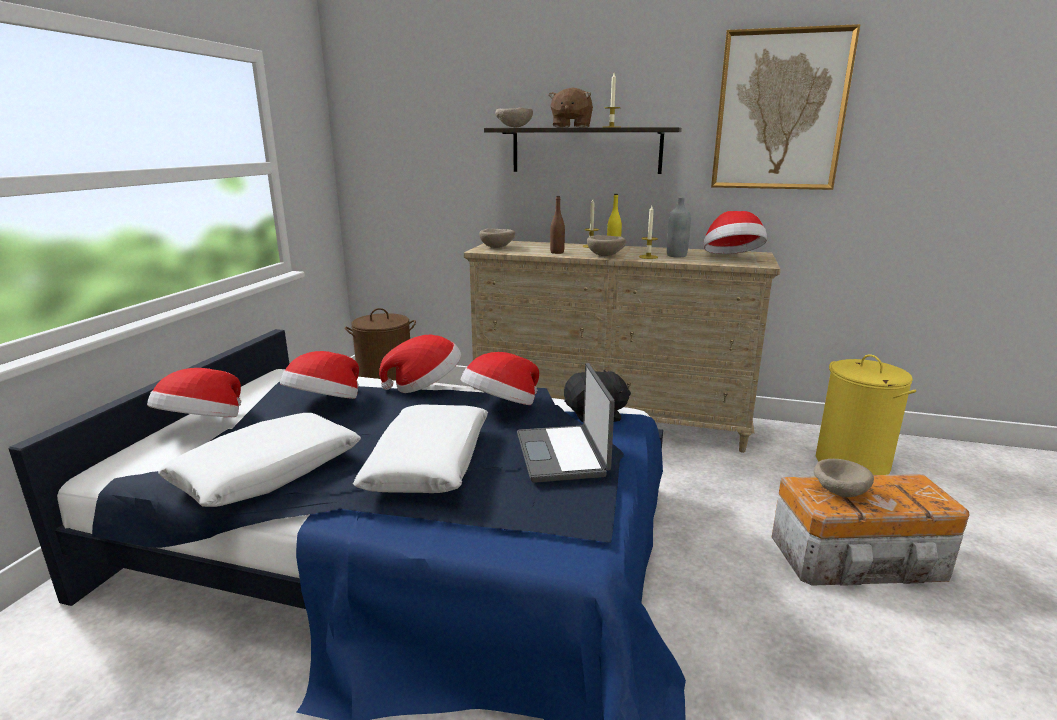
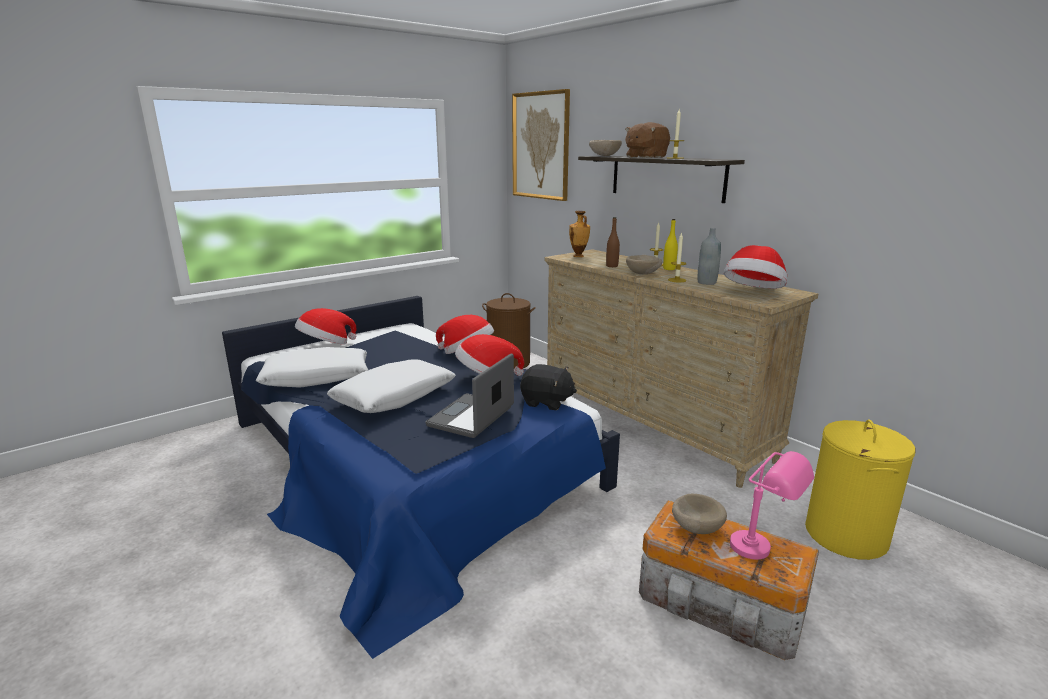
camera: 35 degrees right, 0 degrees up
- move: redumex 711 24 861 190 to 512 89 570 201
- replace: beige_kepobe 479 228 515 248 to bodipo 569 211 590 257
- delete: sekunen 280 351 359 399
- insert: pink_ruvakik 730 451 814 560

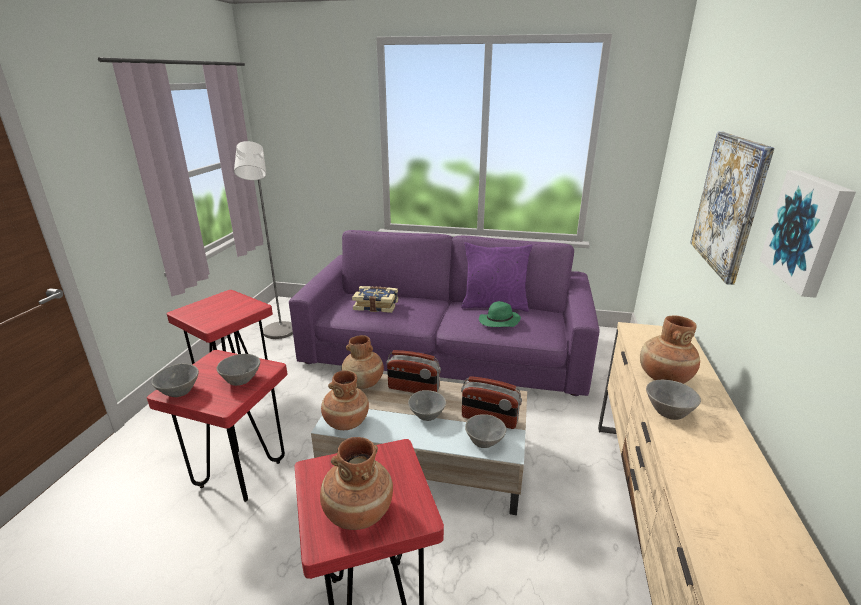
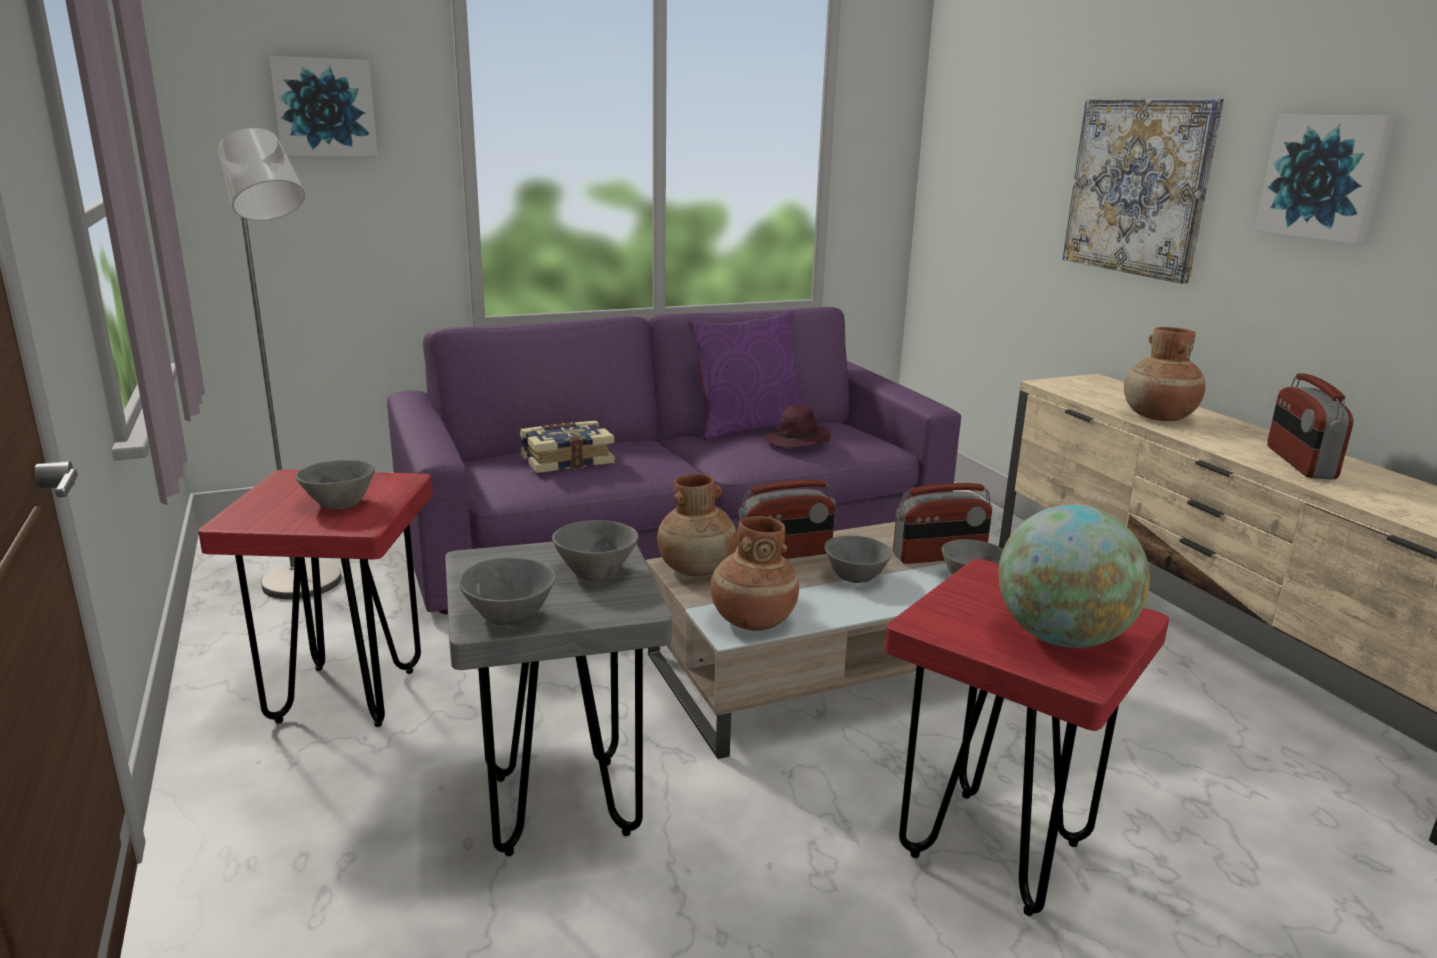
camera: 35 degrees left, 5 degrees down
- recolor: green_sekunen 479 301 521 327 to purple_sekunen 763 405 831 447
- recolor: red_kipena 147 350 287 502 to grey_kipena 445 542 672 856
- move: grey_kepobe 646 380 701 420 to 296 460 375 509
- replace: brown_bodipo 320 437 393 530 to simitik 998 505 1150 648
- insert: redumex 269 56 378 156
- insert: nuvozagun 1267 373 1353 479

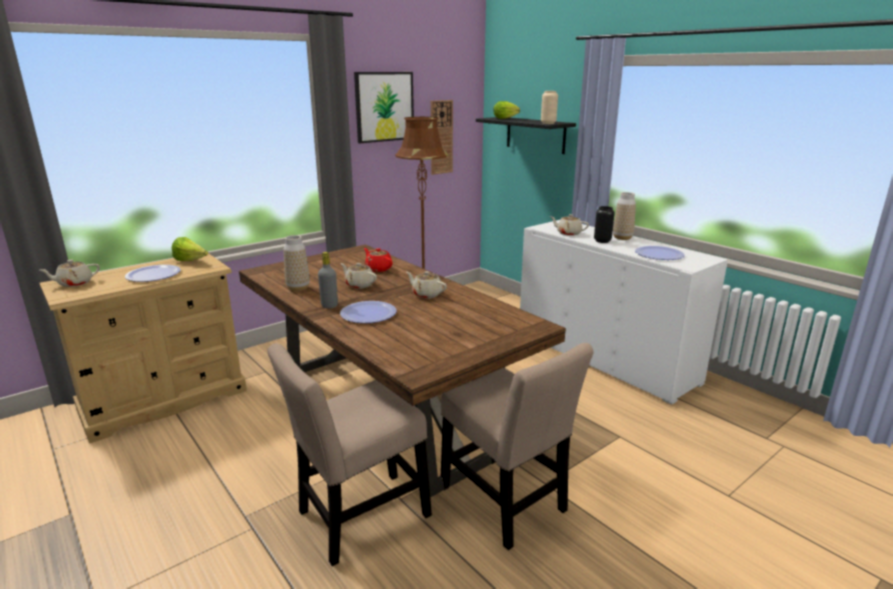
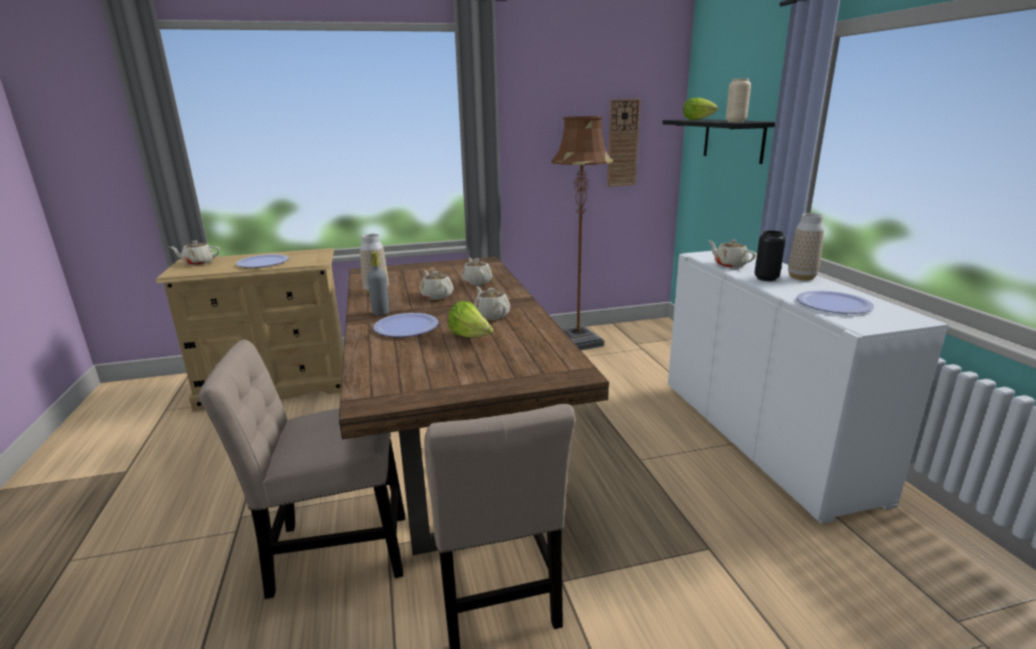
camera: 25 degrees right, 0 degrees up
- delete: redumex 354 72 414 143
- move: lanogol 172 237 208 261 to 448 301 494 338
- recolor: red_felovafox 364 248 393 272 to beige_felovafox 462 258 493 285

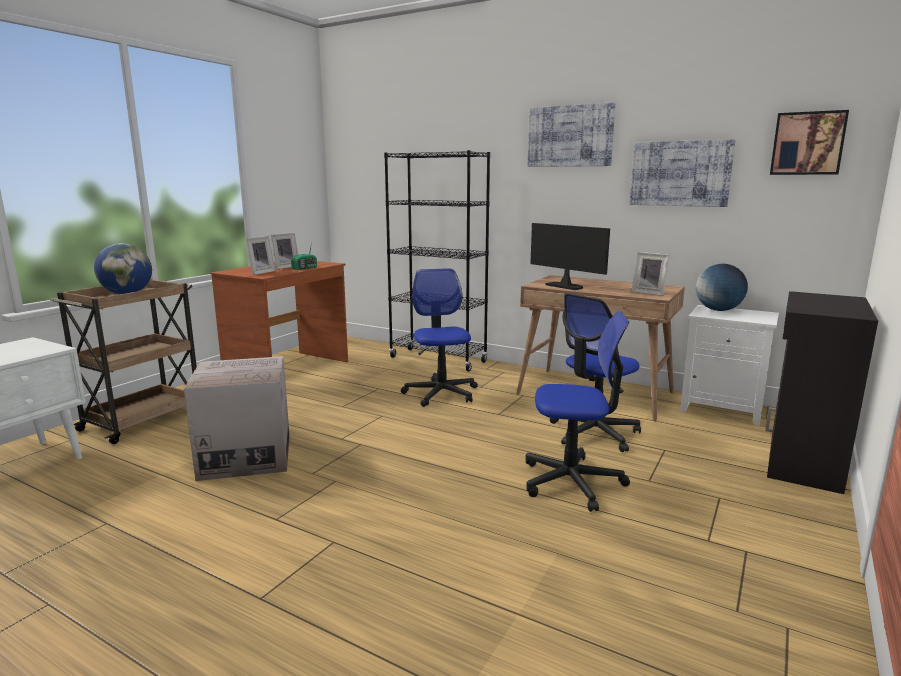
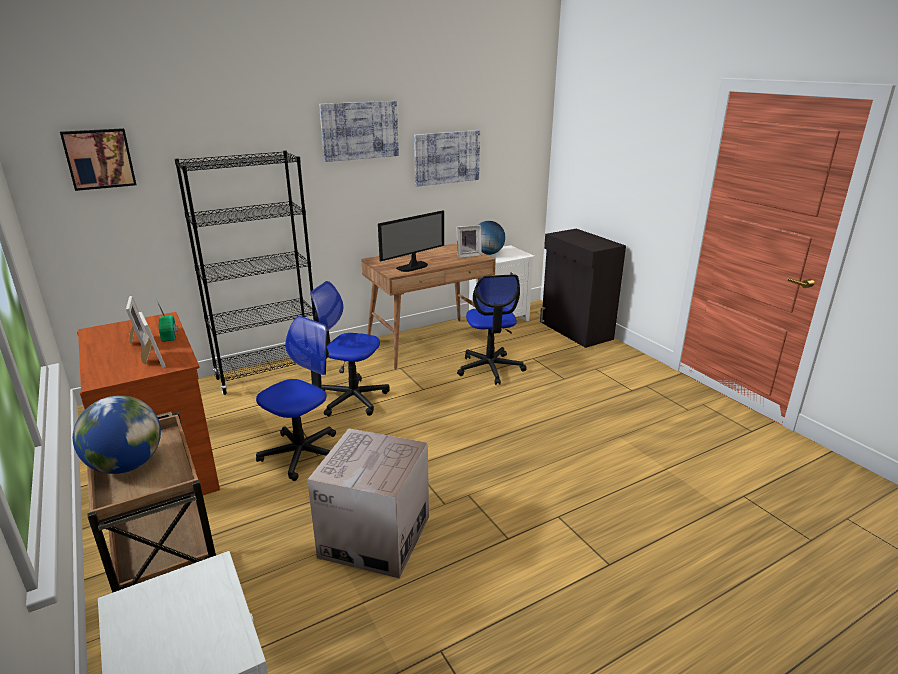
camera: 60 degrees left, 10 degrees up
- move: redumex 770 110 849 175 to 60 128 136 191
- rotate: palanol 530 223 610 290 = 378 210 444 272 150 degrees clockwise
- move: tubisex 525 311 630 512 to 256 316 336 481

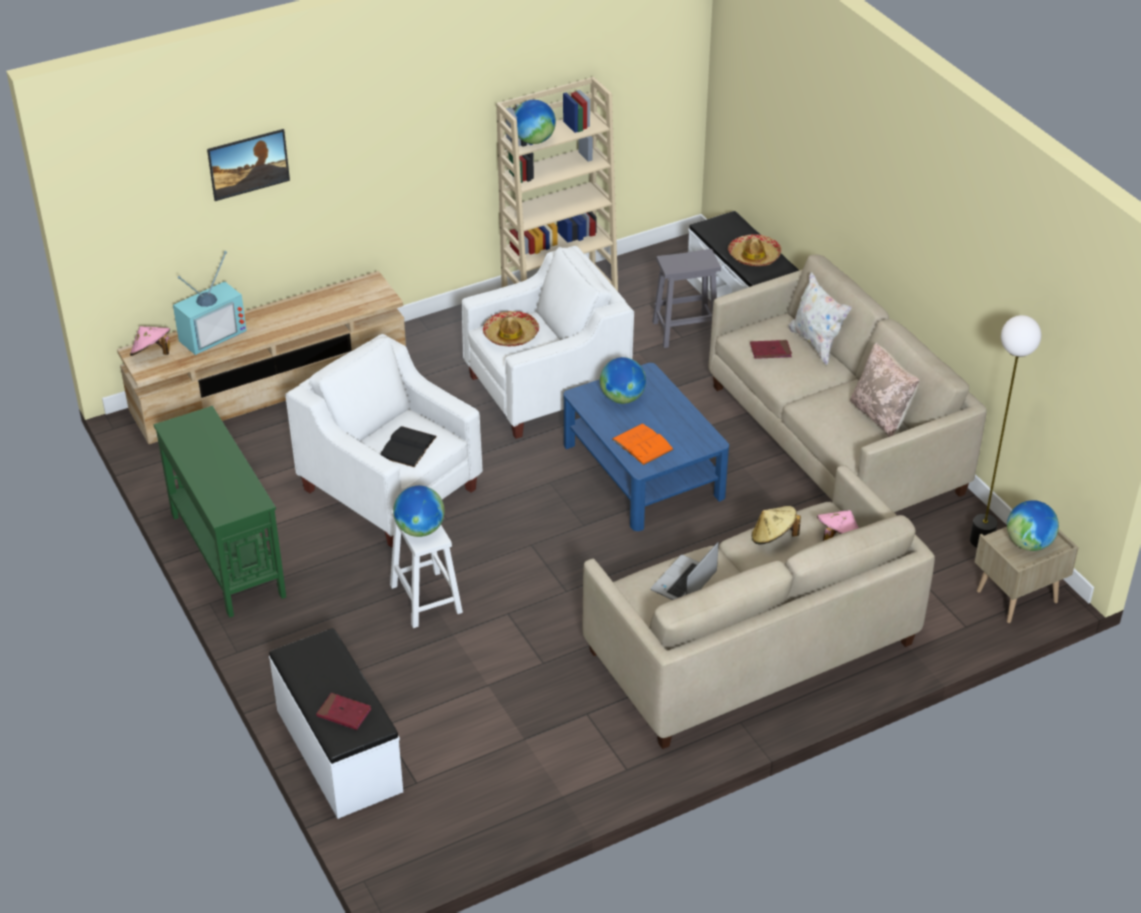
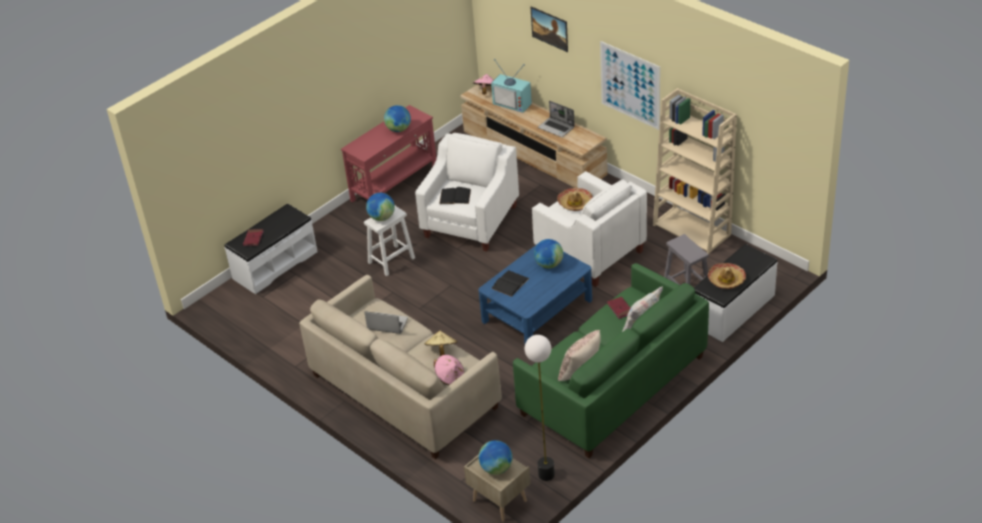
camera: 75 degrees right, 0 degrees up
- move: simitik 515 100 556 144 to 384 105 411 132
- recolor: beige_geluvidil 709 255 987 512 to green_geluvidil 513 263 709 458
- recolor: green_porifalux 154 406 286 618 to red_porifalux 341 105 437 203
- recolor: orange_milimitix 612 423 674 465 to black_milimitix 491 270 529 297
- insert: redumex 600 41 660 130
- insert: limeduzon 538 101 575 137

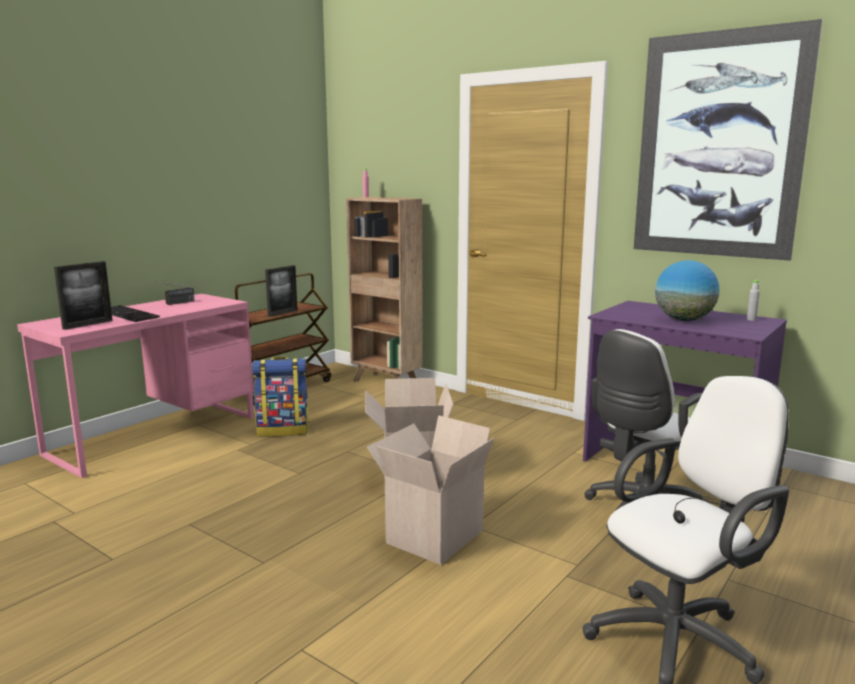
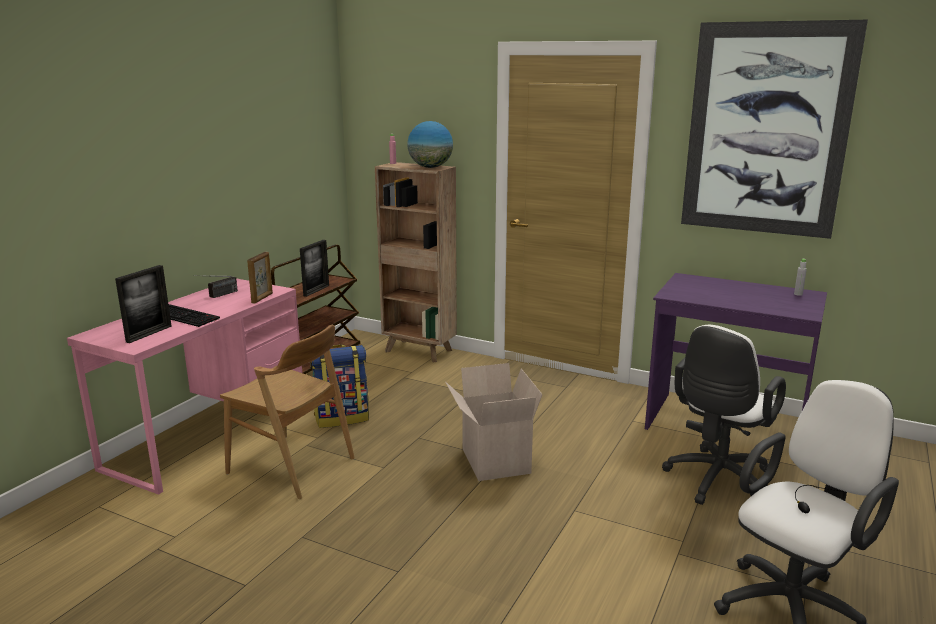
camera: 10 degrees left, 5 degrees up
- move: simitik 655 260 720 321 to 407 121 453 168
- delete: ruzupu 367 415 494 565
- insert: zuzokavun 247 252 273 304
- insert: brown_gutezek 220 325 354 499

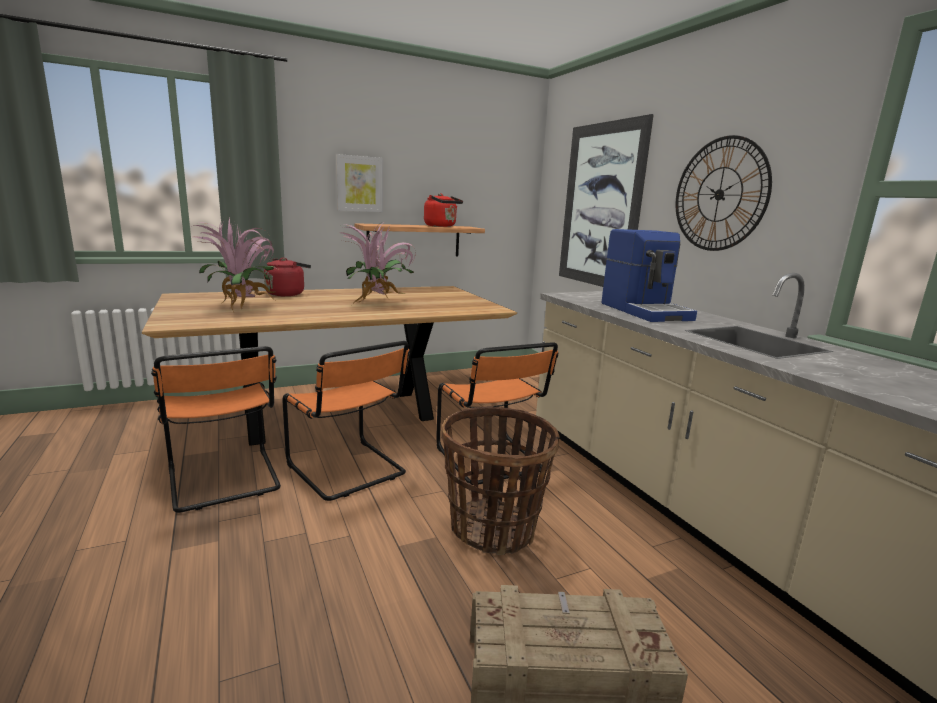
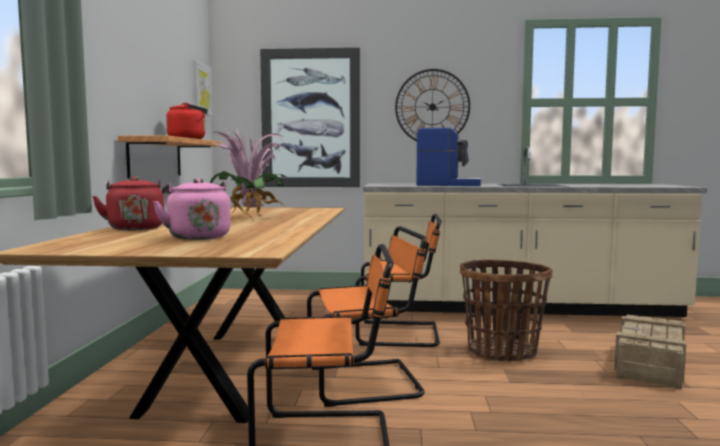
camera: 60 degrees left, 10 degrees down
- move: redumex 336 154 383 212 to 193 61 212 116
- replace: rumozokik 193 218 276 312 to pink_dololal 153 178 231 240

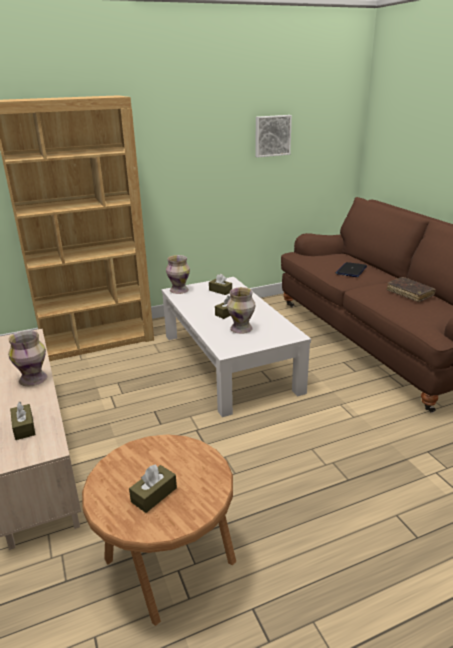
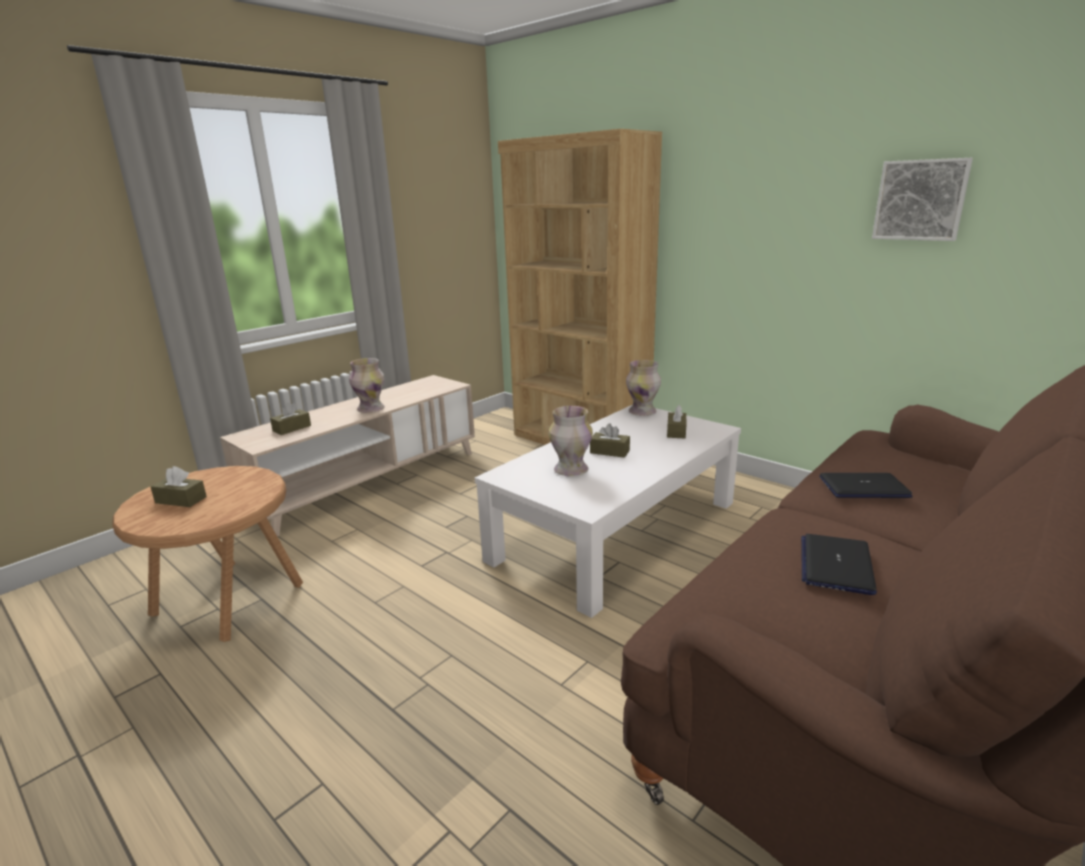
camera: 65 degrees right, 5 degrees down
- replace: brown_milimitix 386 277 436 302 to limeduzon 801 534 877 595

